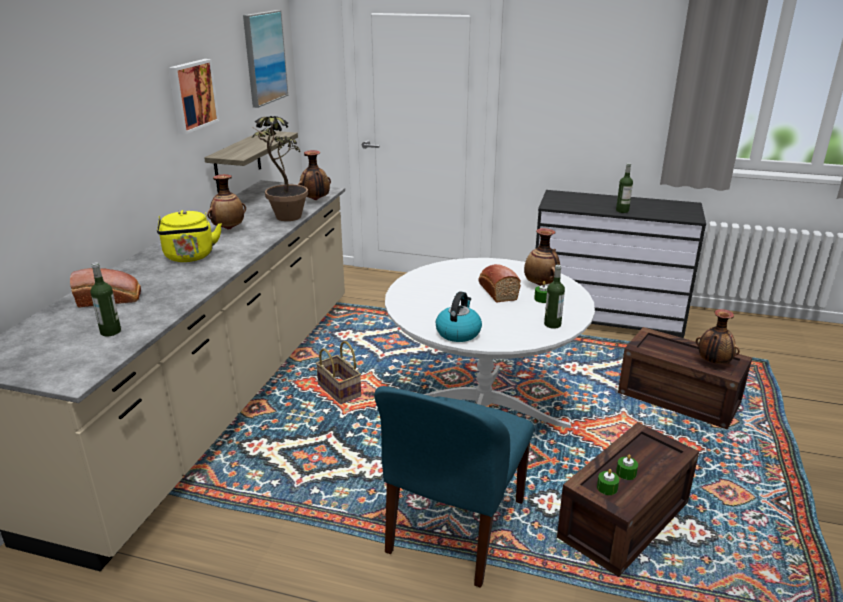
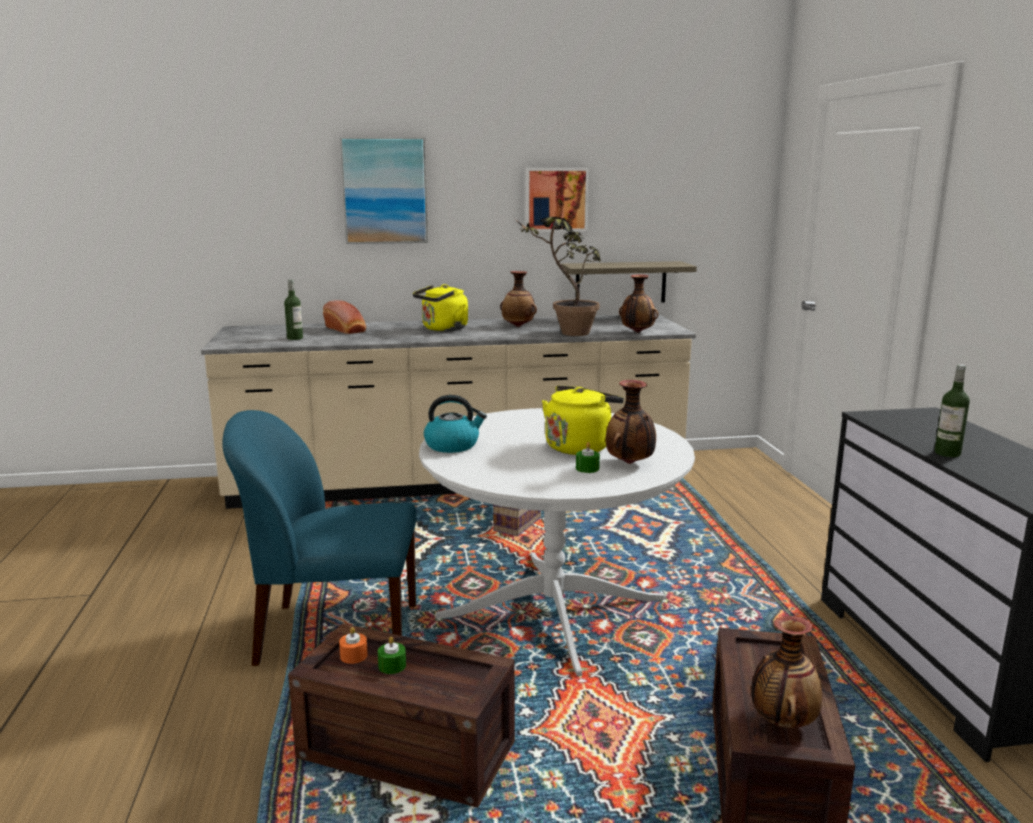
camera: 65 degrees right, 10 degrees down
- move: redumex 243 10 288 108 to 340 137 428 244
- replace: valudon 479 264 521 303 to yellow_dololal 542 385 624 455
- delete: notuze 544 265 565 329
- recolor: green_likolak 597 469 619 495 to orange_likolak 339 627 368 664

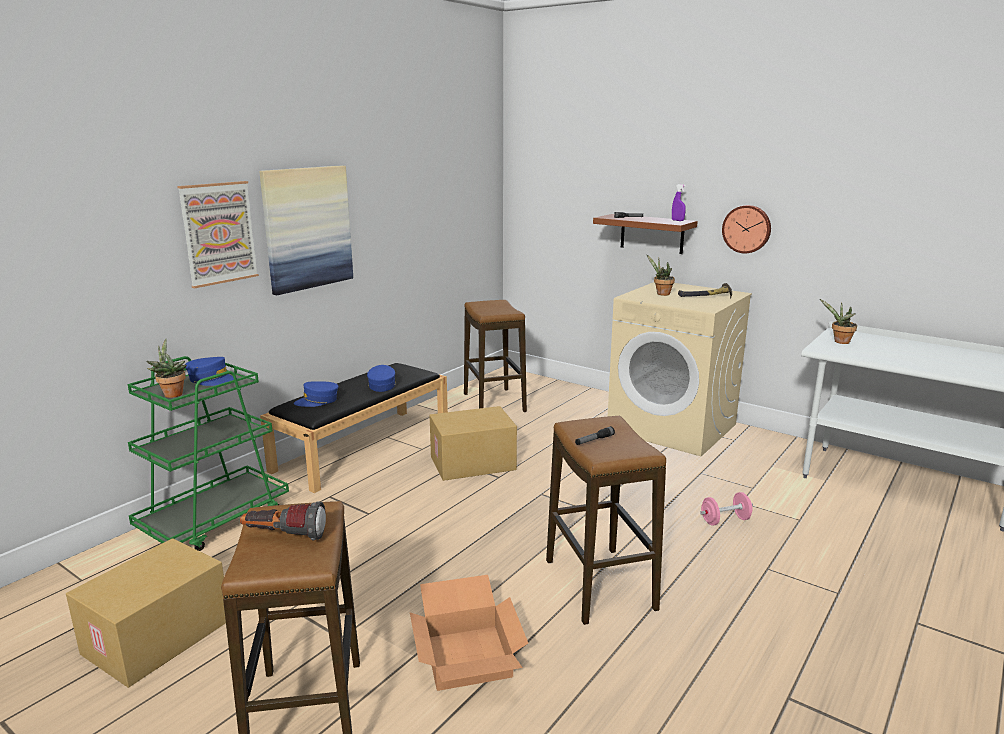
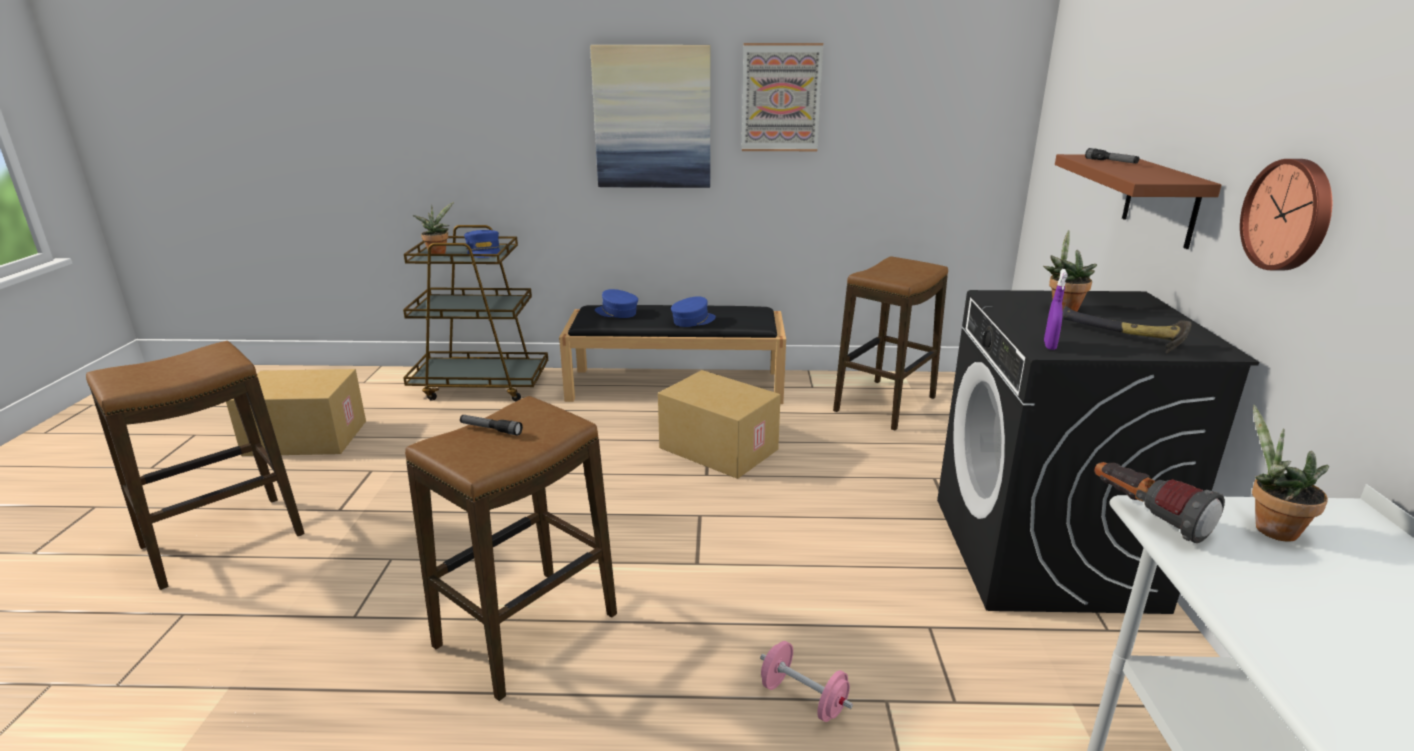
camera: 55 degrees right, 5 degrees up
- move: redumex 177 181 259 288 to 742 43 823 151
- move: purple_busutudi 672 184 686 221 to 1044 269 1068 350
- recolor: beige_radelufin 608 282 752 456 to black_radelufin 937 290 1259 614
- recolor: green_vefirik 128 356 289 551 to brown_vefirik 403 225 548 401
- move: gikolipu 240 501 326 540 to 1094 462 1225 543
- delete: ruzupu 410 575 528 691

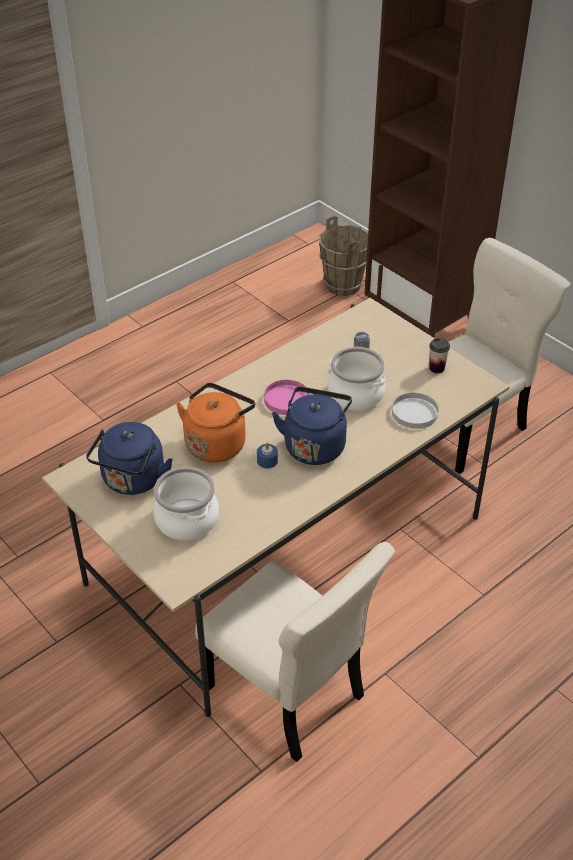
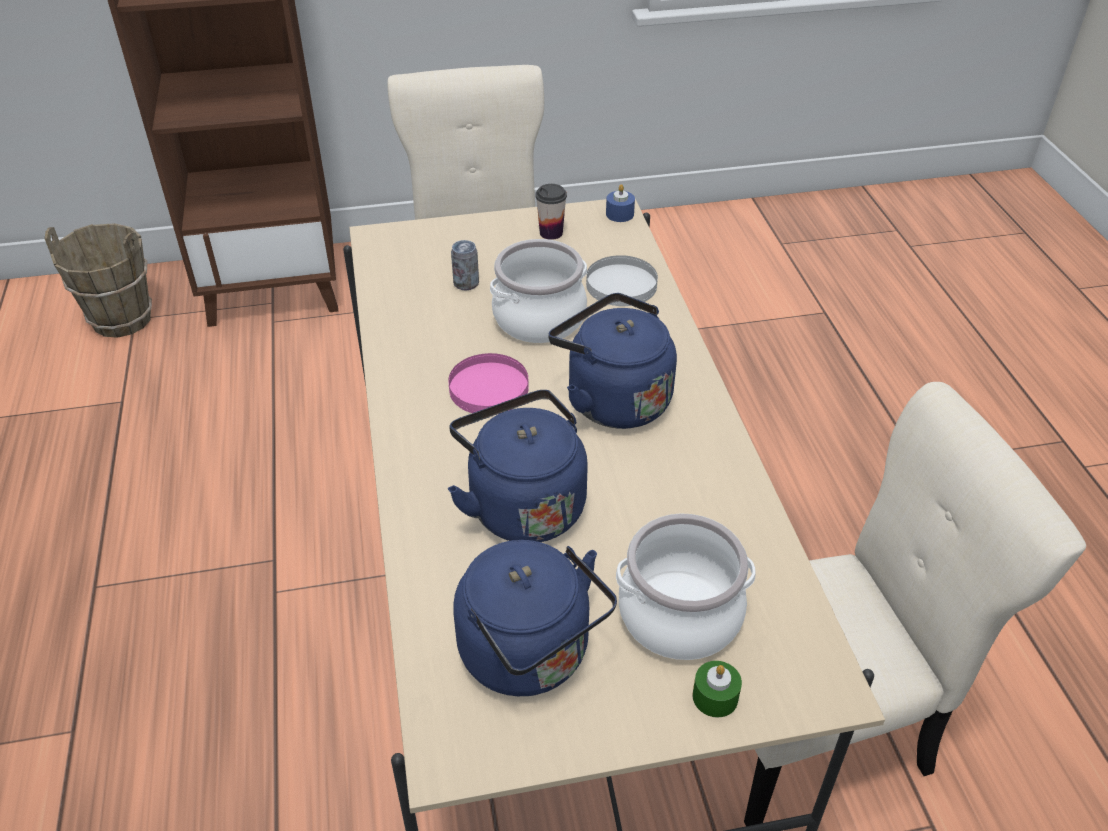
camera: 60 degrees left, 0 degrees up
- recolor: orange_dololal 176 383 255 463 to blue_dololal 448 390 588 542
- move: blue_likolak 257 443 278 468 to 606 184 635 222
- insert: green_likolak 693 661 742 718

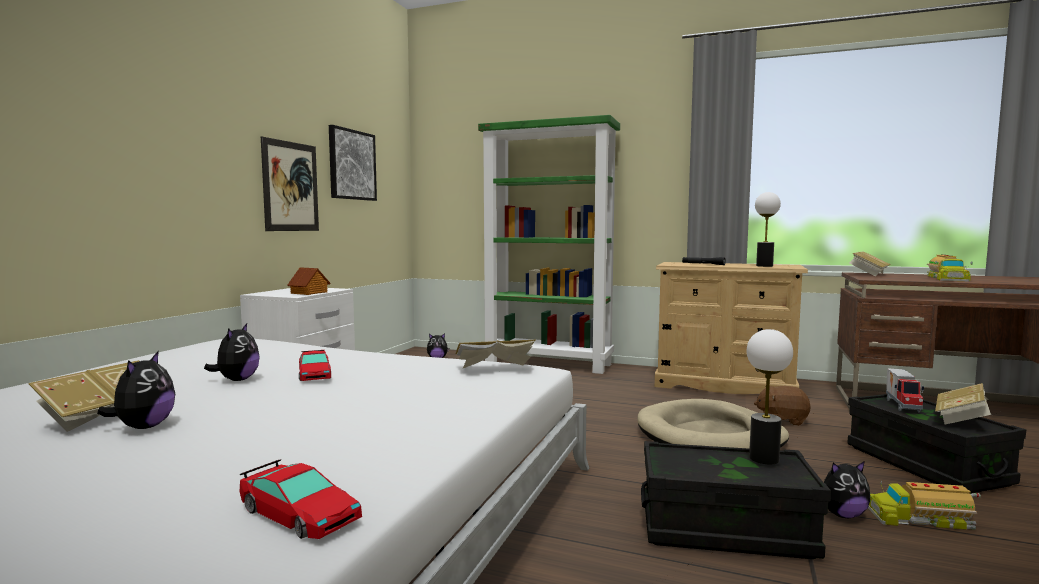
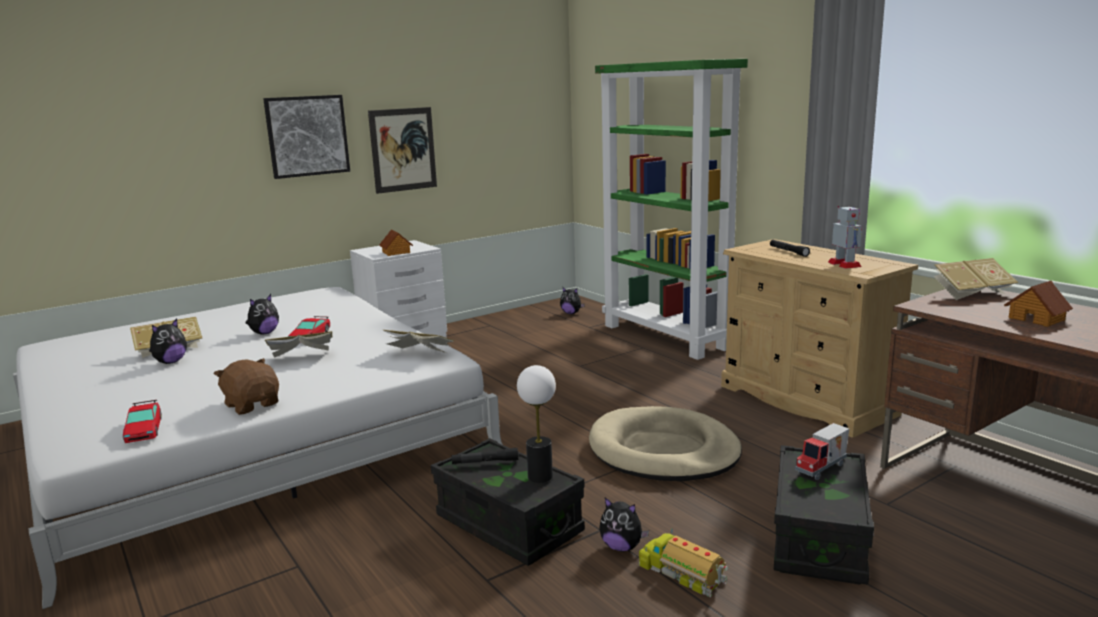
camera: 35 degrees right, 10 degrees up
- move: redumex 329 125 377 201 to 263 95 350 179
- replace: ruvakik 755 192 781 267 to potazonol 828 206 862 269
- replace: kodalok 927 254 973 281 to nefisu 1004 281 1073 327
- move: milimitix 935 383 991 424 to 265 331 332 358
- move: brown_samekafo 754 386 810 426 to 214 358 279 415
- insert: black_gikolipu 452 448 518 464

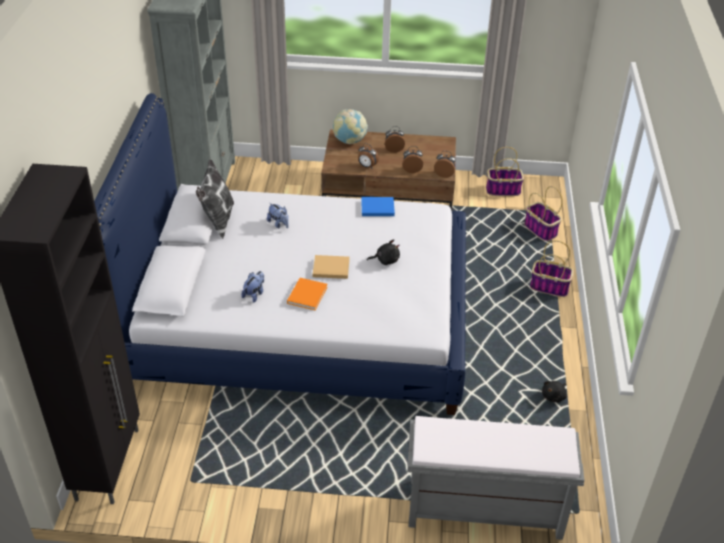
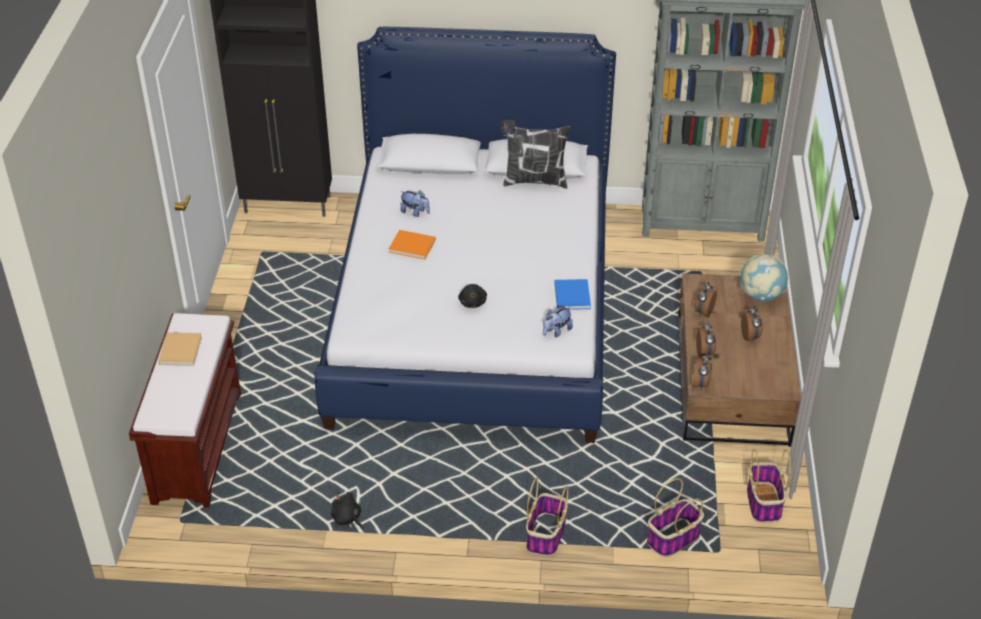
camera: 90 degrees right, 0 degrees up
- move: samekafo 267 203 289 229 to 543 306 573 337
- move: beige_milimitix 313 255 350 279 to 158 332 202 366
- recolor: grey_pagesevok 407 416 584 540 to brown_pagesevok 129 313 241 508

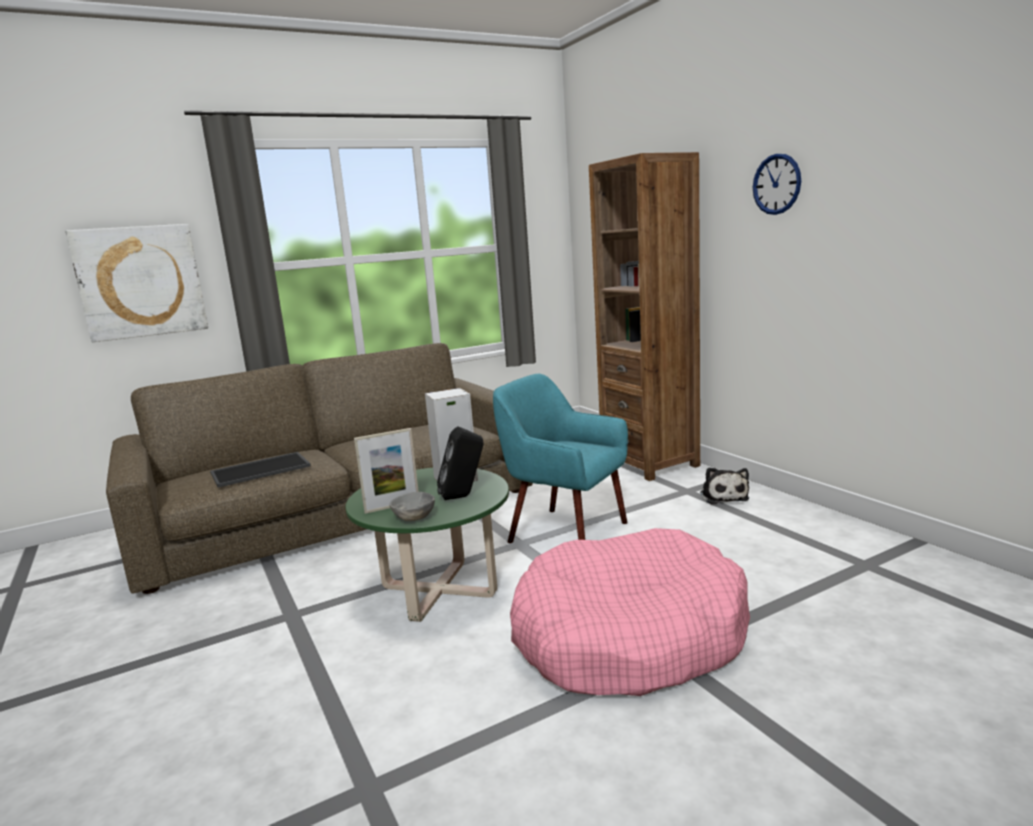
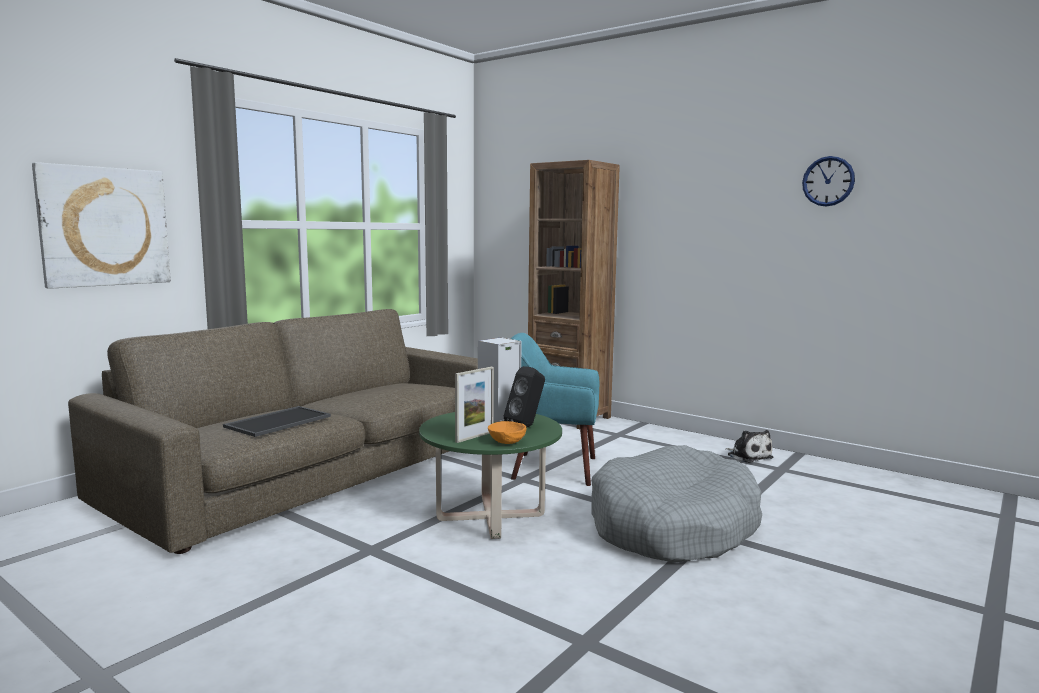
camera: 25 degrees left, 5 degrees down
- move: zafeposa 753 154 801 215 to 802 156 855 206
- move: samekafo 700 467 749 504 to 725 430 773 463
- recolor: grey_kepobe 389 492 435 521 to orange_kepobe 488 421 527 444
- recolor: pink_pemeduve 510 528 750 696 to grey_pemeduve 591 445 762 563

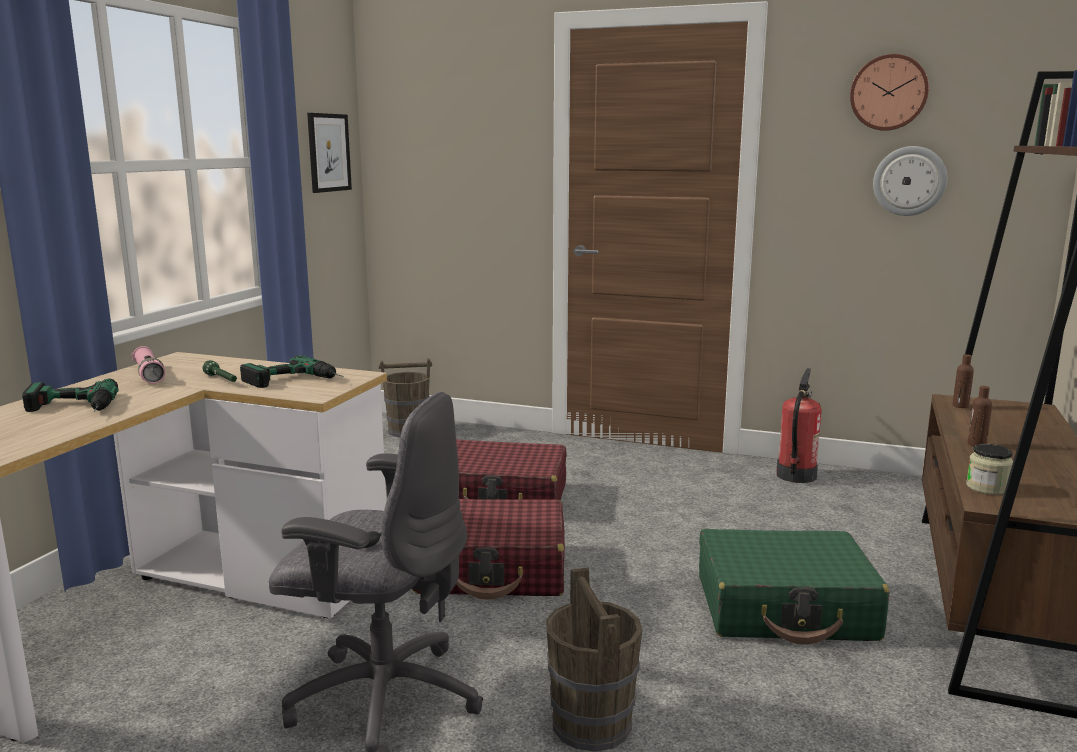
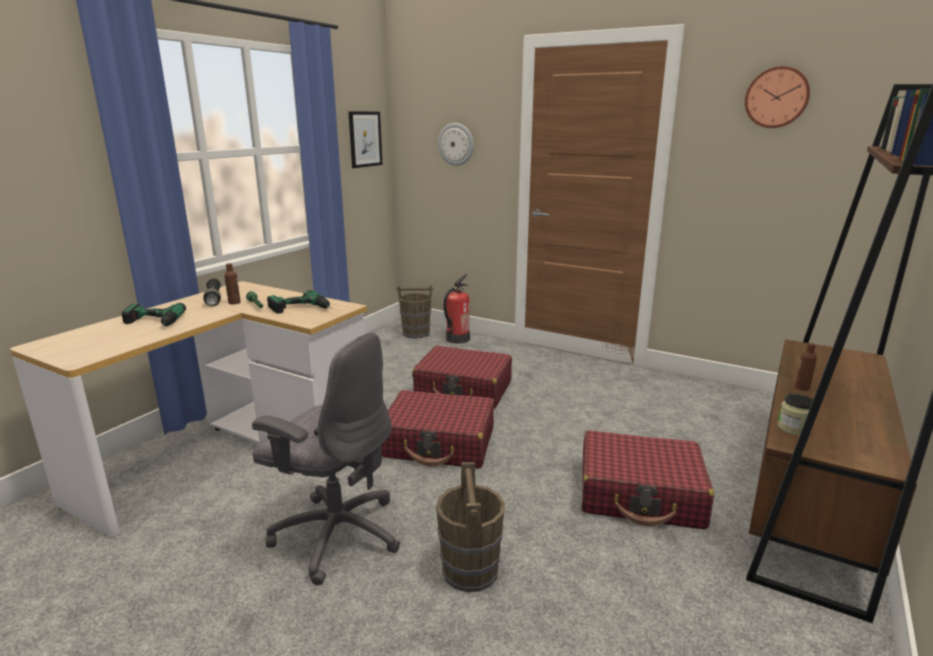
camera: 10 degrees right, 5 degrees up
- move: zafeposa 873 146 947 216 to 438 123 474 166
- recolor: pink_gikolipu 132 346 165 384 to black_gikolipu 203 278 221 306
- move: brown_notuze 953 354 974 408 to 224 263 241 304
- move: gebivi 776 368 822 483 to 444 274 470 344
- recolor: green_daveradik 699 529 890 644 to red_daveradik 581 430 714 529

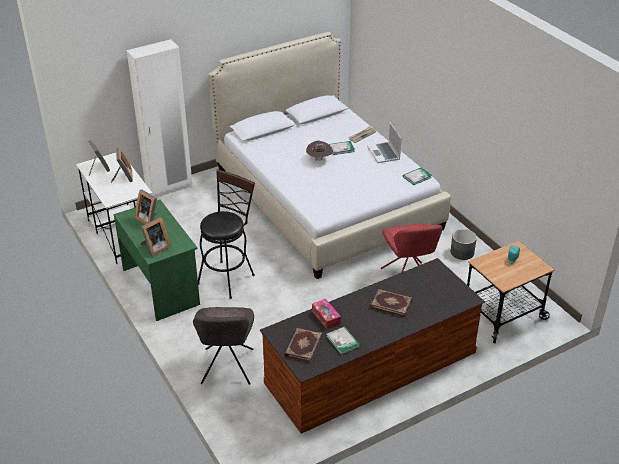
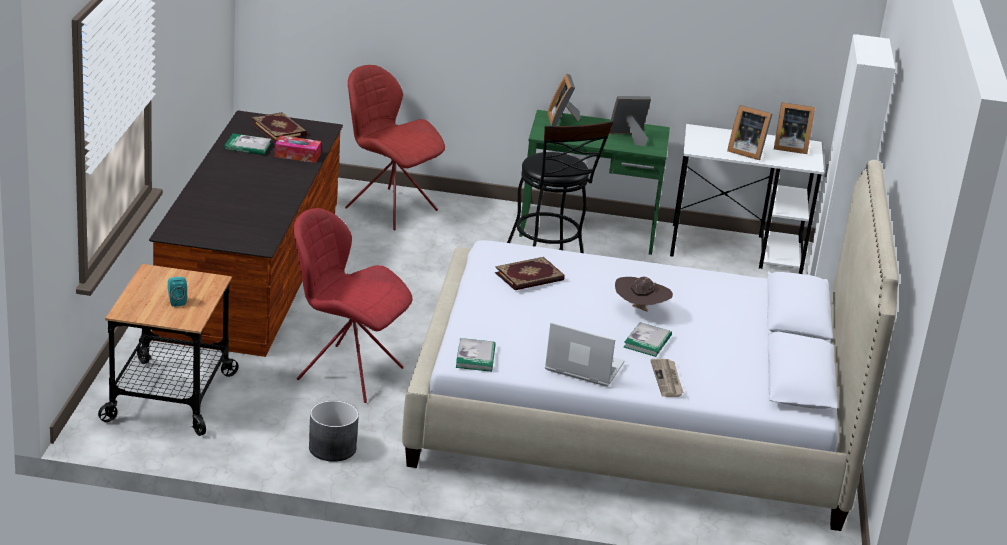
camera: 125 degrees right, 10 degrees down
- move: milimitix 370 289 413 317 to 495 257 565 290
- recolor: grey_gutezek 193 307 254 385 to red_gutezek 345 65 445 230

